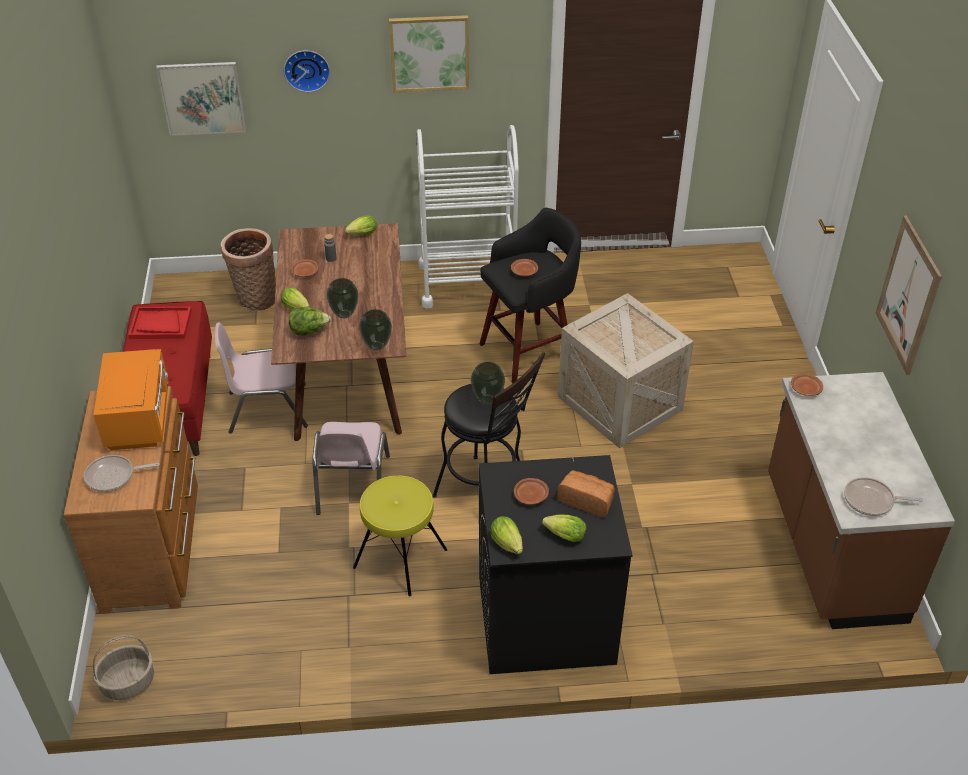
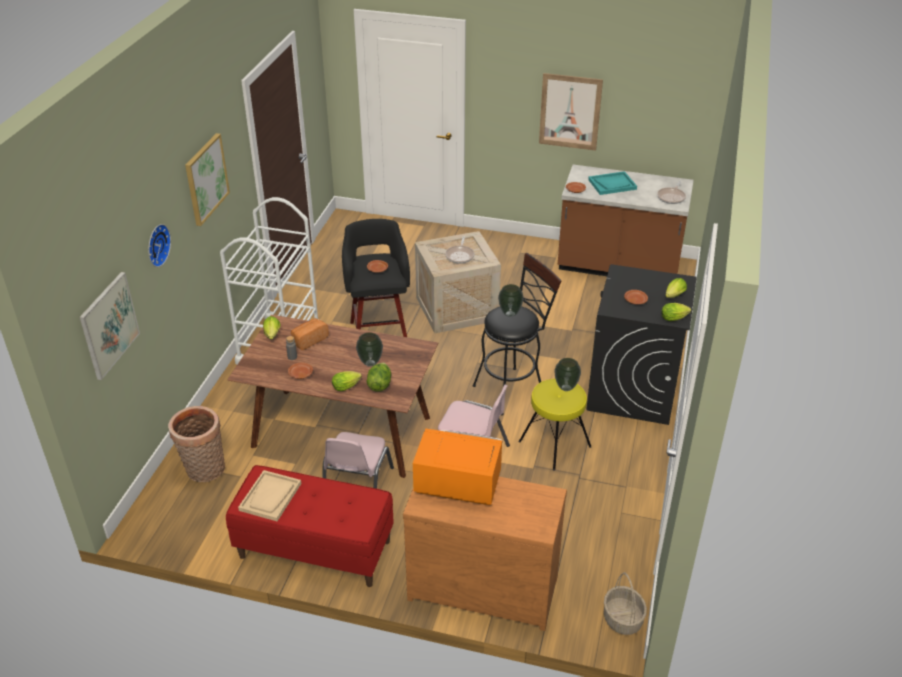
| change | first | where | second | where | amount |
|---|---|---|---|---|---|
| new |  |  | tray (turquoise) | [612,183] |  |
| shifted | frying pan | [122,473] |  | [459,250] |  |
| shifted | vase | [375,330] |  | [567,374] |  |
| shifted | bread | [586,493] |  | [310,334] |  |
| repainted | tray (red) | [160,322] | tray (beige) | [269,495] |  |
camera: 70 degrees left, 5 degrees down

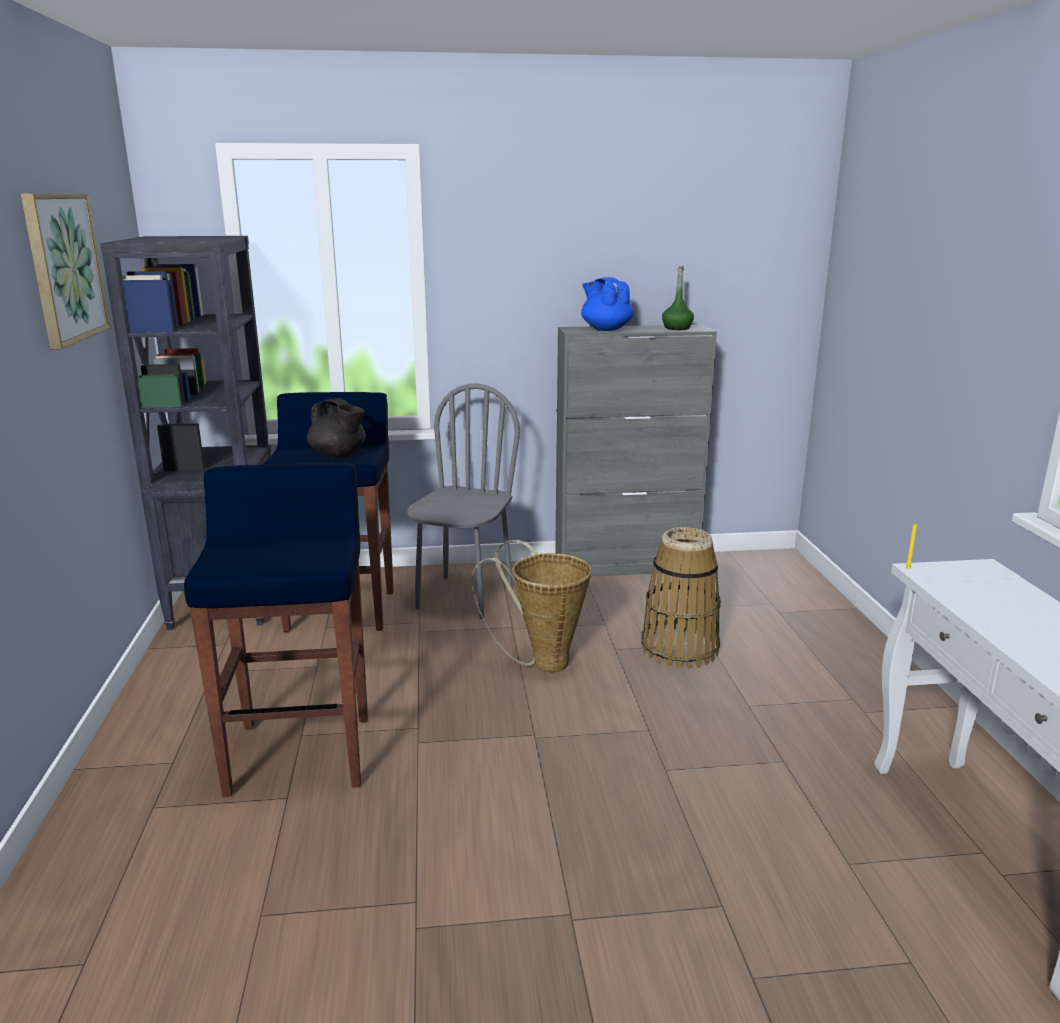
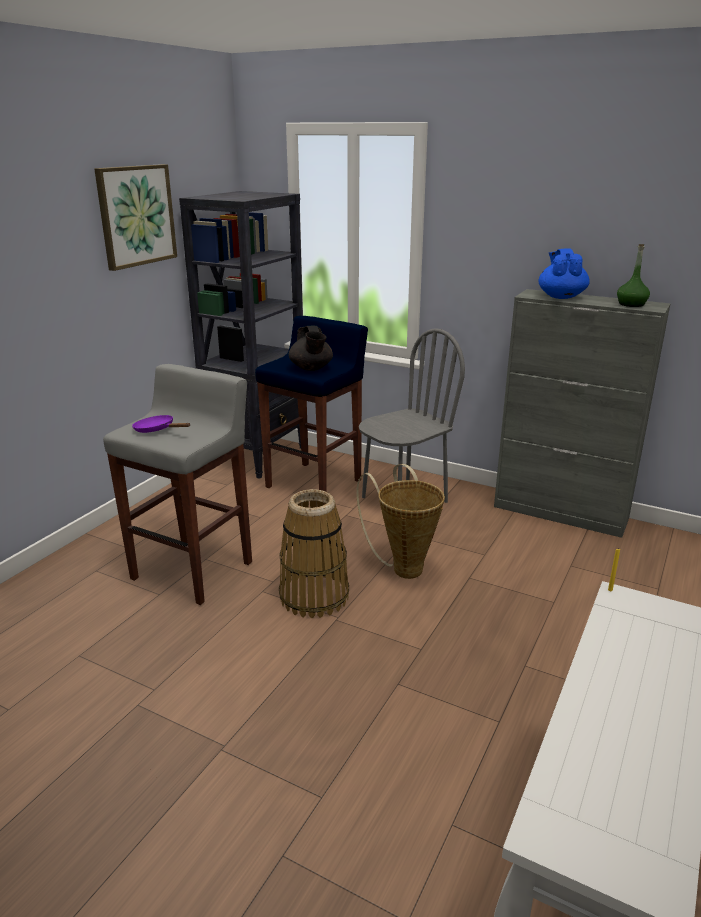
| change | first | where | second | where | amount |
|---|---|---|---|---|---|
| new |  |  | frying pan (purple) | [161,424] |  |
| shifted | basket | [681,598] |  | [314,553] |  |
| repainted | stool (blue) | [276,629] | stool (grey) | [177,484] |  |
camera: 35 degrees right, 5 degrees up

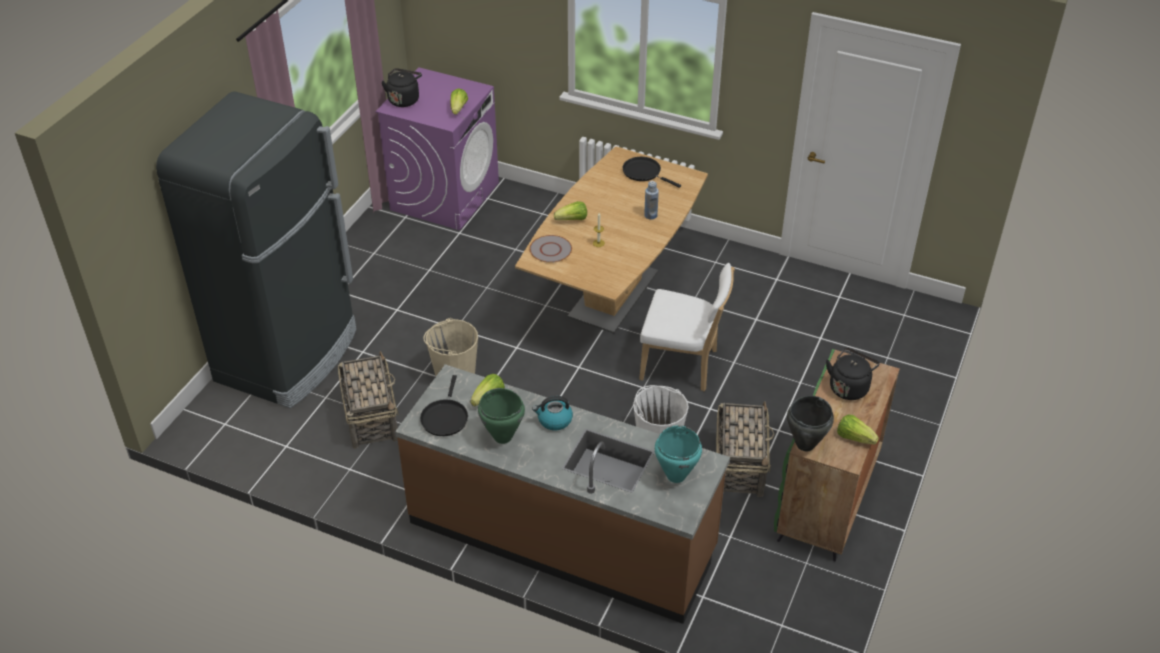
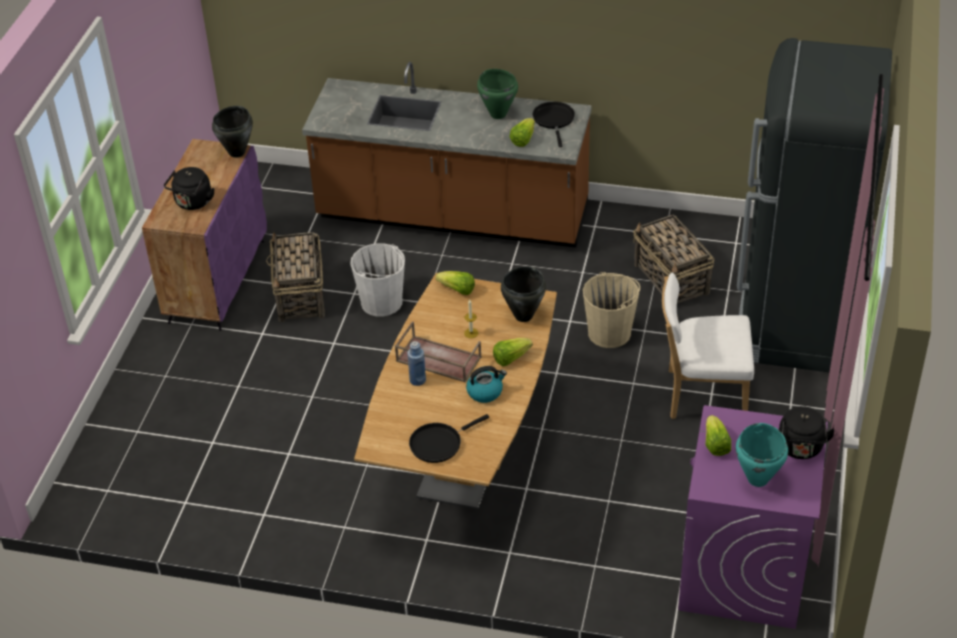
| change | first | where | second | where | amount |
|---|---|---|---|---|---|
| new |  |  | tray (brown) | [438,351] |  |
| shifted | kettle | [552,413] |  | [486,384] |  |
| shifted | chair (white) | [687,327] |  | [708,345] |  |
| shifted | cooking pot (turquoise) | [678,454] |  | [762,455] |  |
| shifted | lettuce | [858,429] |  | [455,283] |  |
| swapped | plate (grey) | [550,249] | cooking pot (black) | [523,294] |  |
| repainted | cabinet (green) | [837,455] | cabinet (purple) | [204,235] |  |
| rotated | frying pan (black) | [652,172] |  | [449,438] | 120 degrees clockwise |
camera: 170 degrees right, 0 degrees up

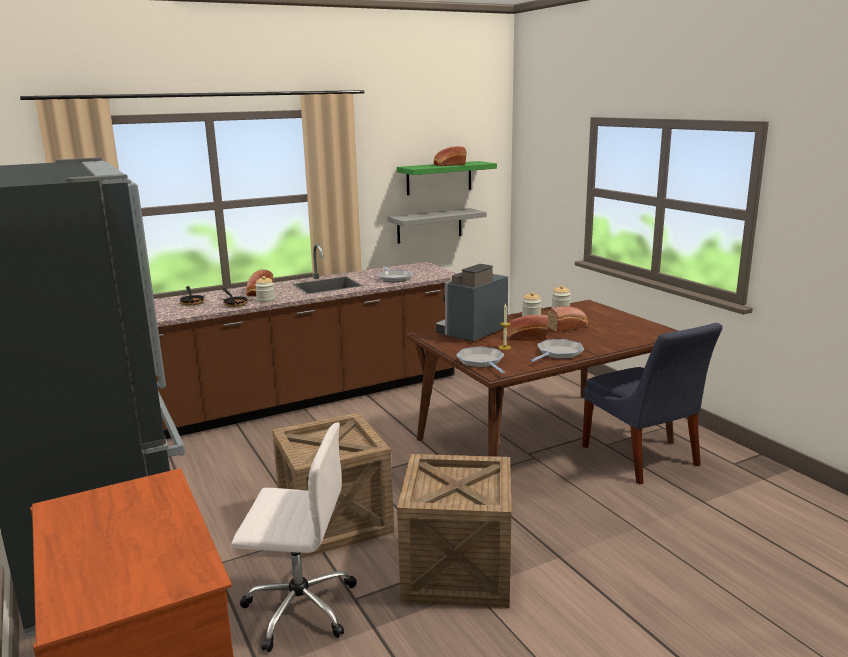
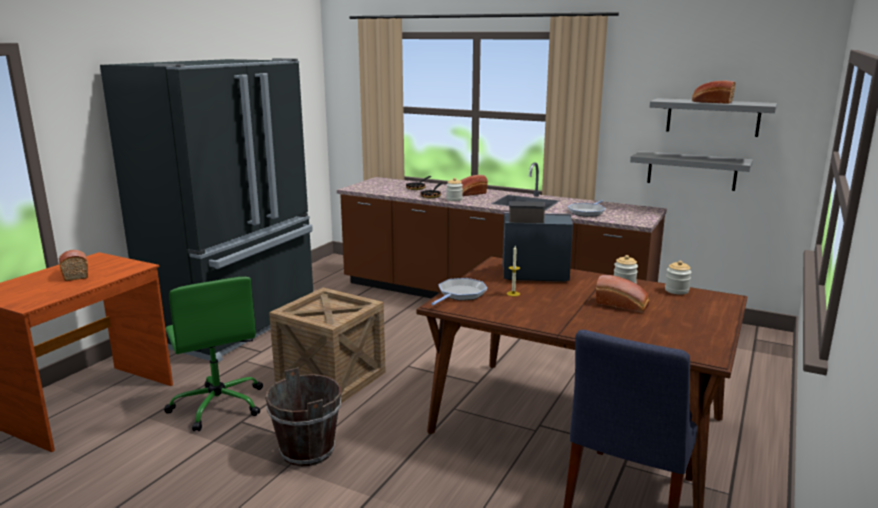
| change | first | where | second | where | amount |
|---|---|---|---|---|---|
| gone | frying pan | [557,350] |  |  |  |
| shifted | bread | [527,327] |  | [73,265] |  |
| swapped | crate | [454,531] | bucket (brown) | [303,417] |  |
| repainted | office chair (white) | [294,537] | office chair (green) | [213,354] |  |
| repainted | shelf (green) | [447,178] | shelf (grey) | [713,117] |  |
camera: 55 degrees right, 0 degrees up

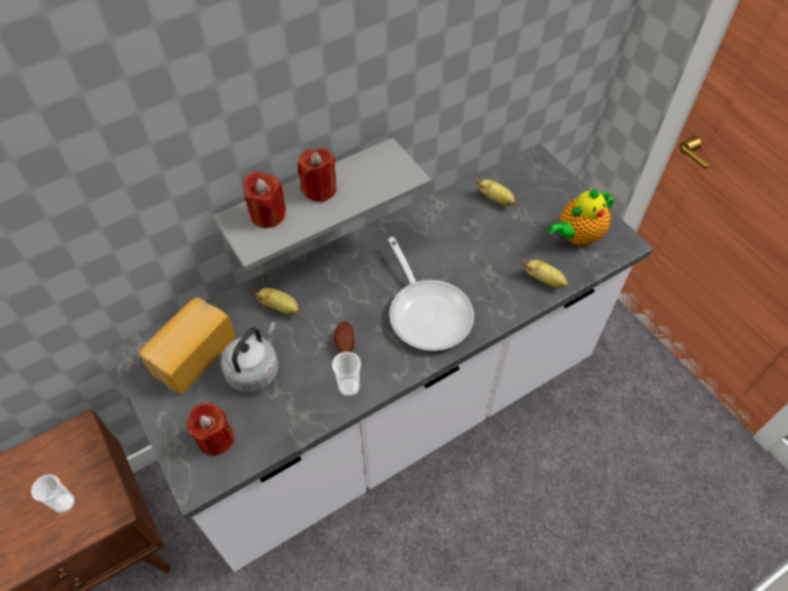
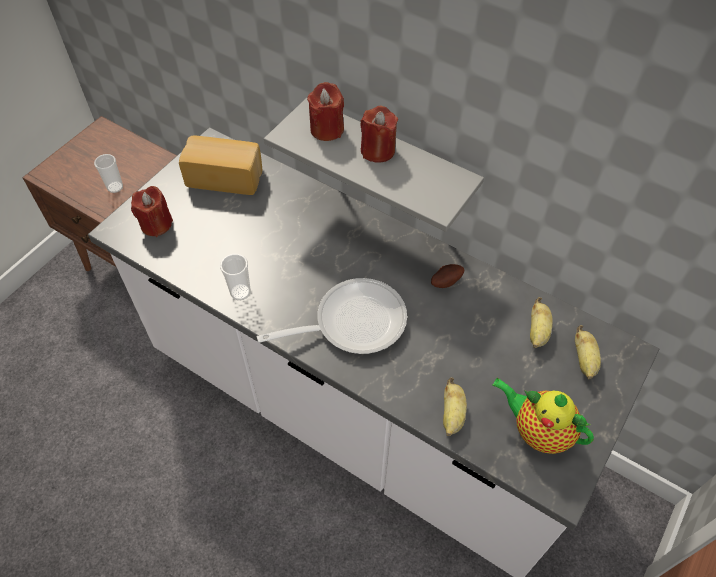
| change | first | where | second | where | amount |
|---|---|---|---|---|---|
| gone | kettle (grey) | [250,357] |  |  |  |
| shifted | banana | [276,301] |  | [588,352] |  |
| shifted | potato | [344,337] |  | [447,276] |  |
| rotated | frying pan | [431,294] |  | [332,316] | 150 degrees counterclockwise |
camera: 65 degrees right, 0 degrees up

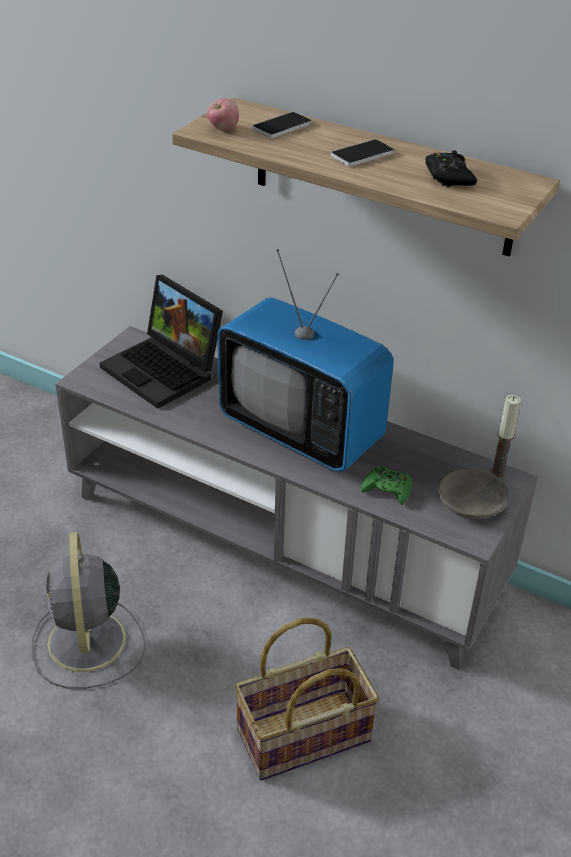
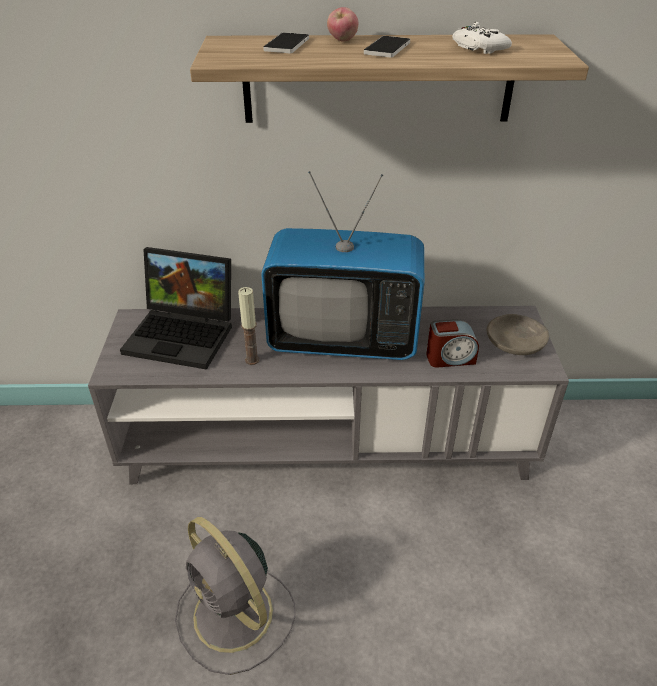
| change | first | where | second | where | amount |
|---|---|---|---|---|---|
| gone | basket | [306,699] |  |  |  |
| shifted | apple | [223,114] |  | [342,24] |  |
| shifted | candle | [505,436] |  | [249,326] |  |
| swapped | game controller (green) | [386,485] | alarm clock | [452,343] |  |
| repainted | game controller (black) | [451,168] | game controller (white) | [482,38] |  |
camera: 30 degrees left, 0 degrees up

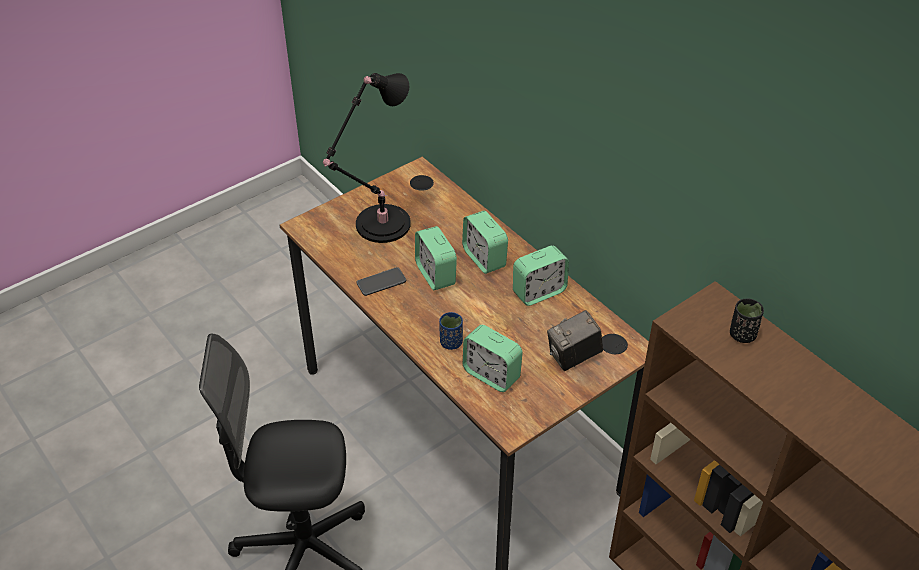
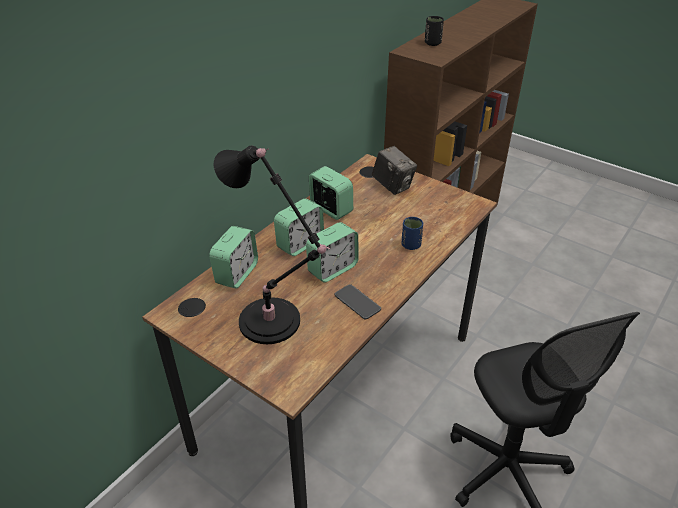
| change | first | where | second | where | amount |
|---|---|---|---|---|---|
| shifted | alarm clock | [493,358] |  | [233,257] |  |
camera: 105 degrees left, 5 degrees down

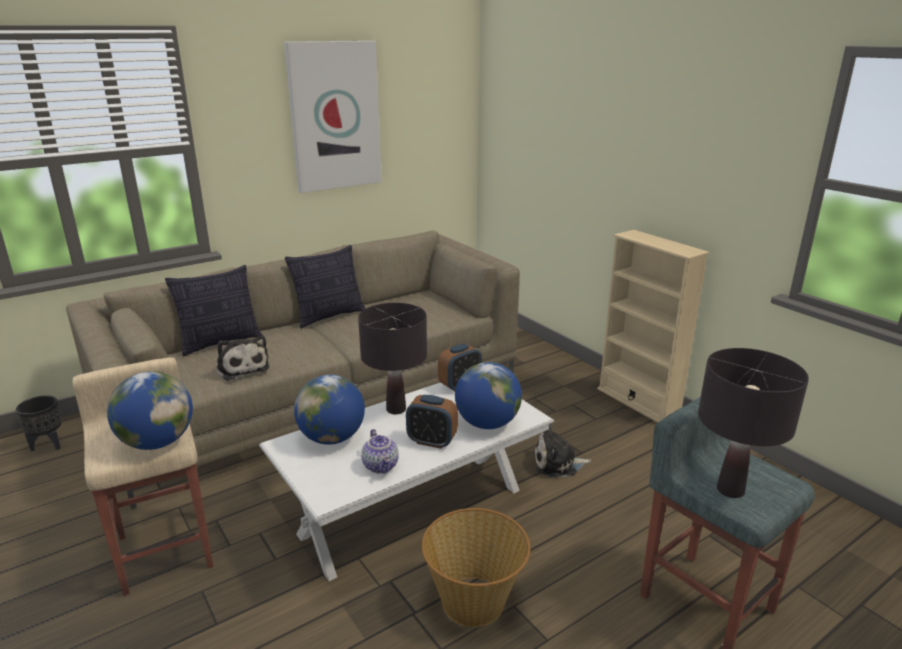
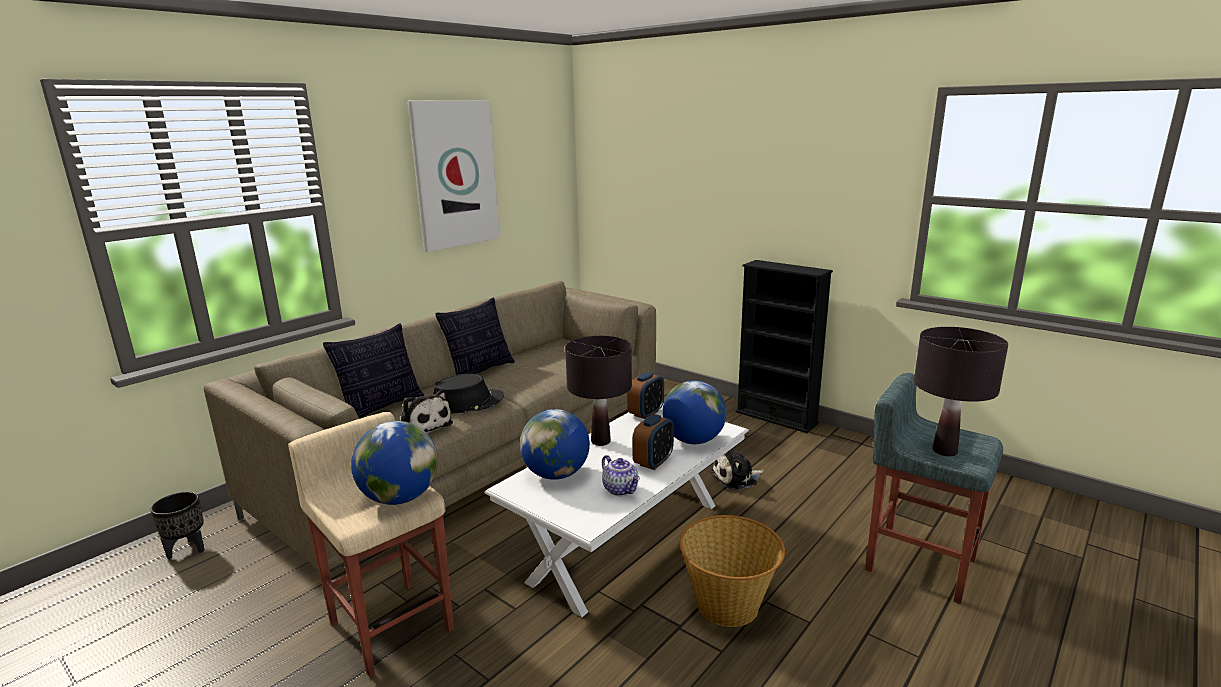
| change | first | where | second | where | amount |
|---|---|---|---|---|---|
| new |  |  | hat (black) | [468,394] |  |
| repainted | bookcase (beige) | [653,326] | bookcase (black) | [784,346] |  |
| rotated | alarm clock | [432,422] |  | [653,442] | 60 degrees counterclockwise |
camera: 15 degrees left, 5 degrees down

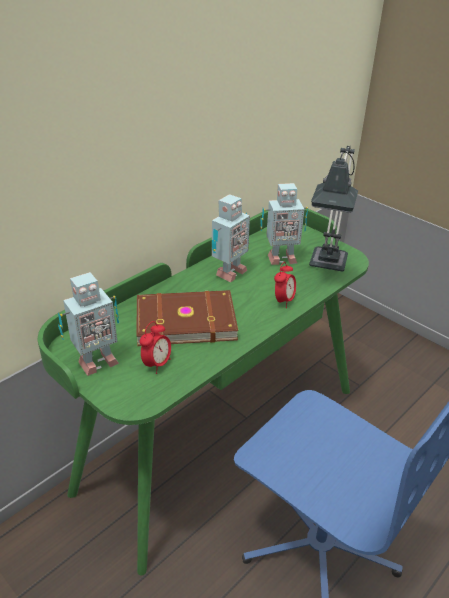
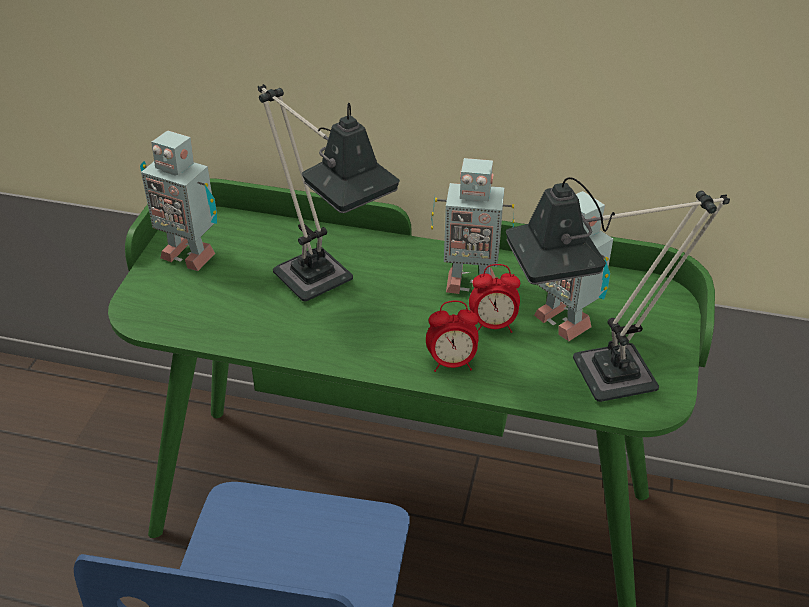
| change | first | where | second | where | amount |
|---|---|---|---|---|---|
| shifted | alarm clock | [155,347] |  | [495,298] |  |
| swapped | book (brown) | [187,318] | table lamp | [329,193] |  |
camera: 60 degrees right, 5 degrees up

